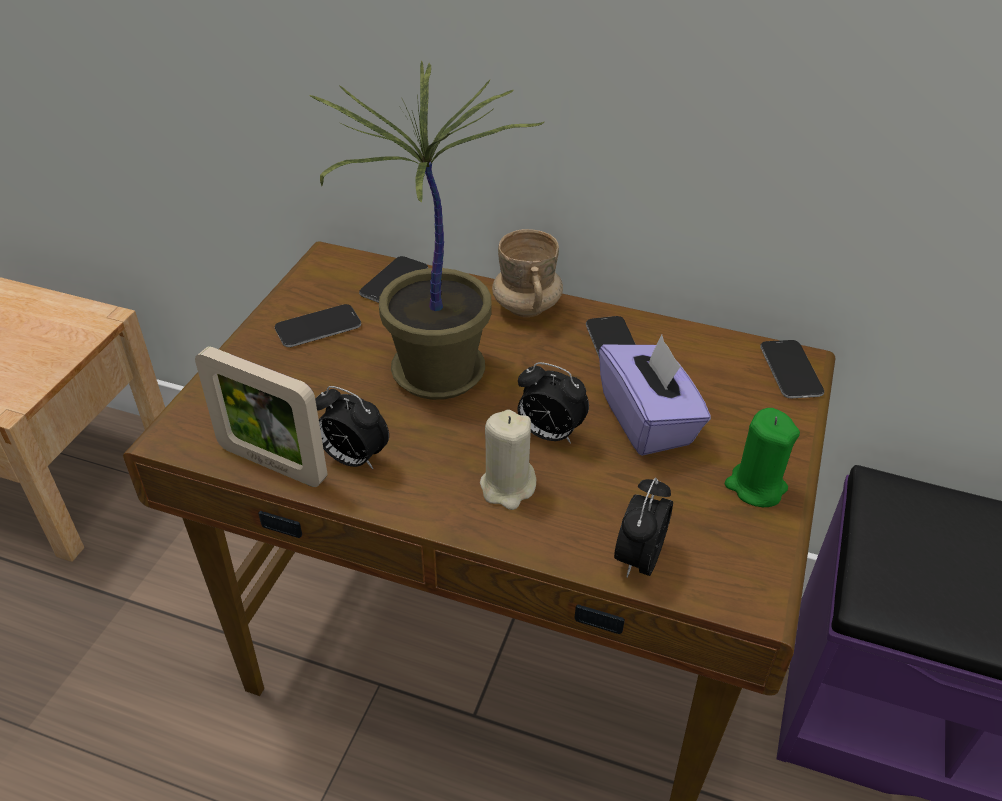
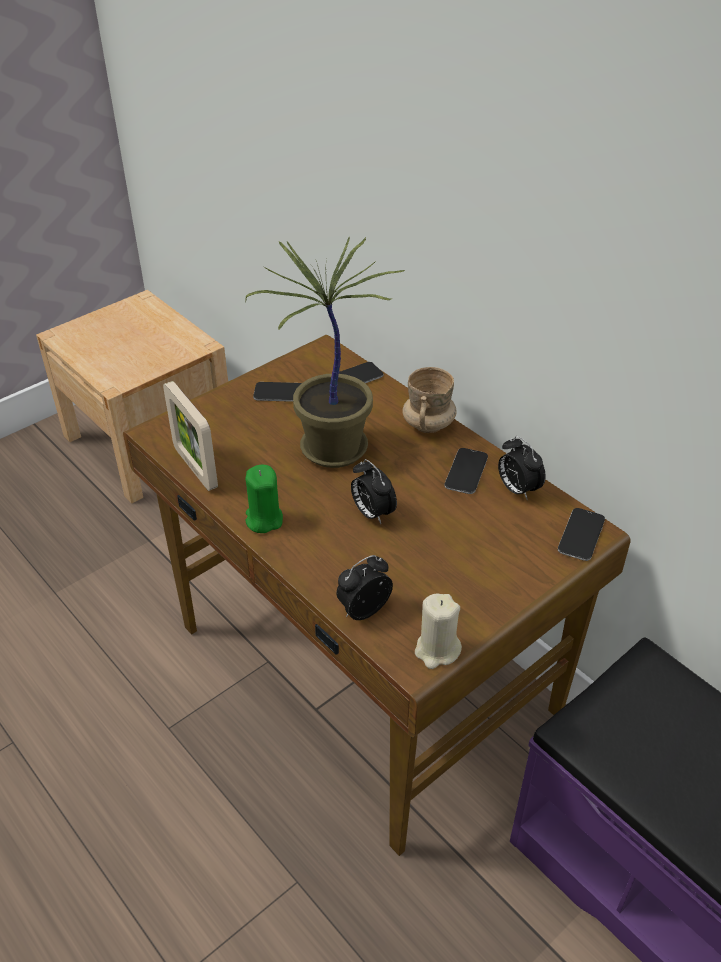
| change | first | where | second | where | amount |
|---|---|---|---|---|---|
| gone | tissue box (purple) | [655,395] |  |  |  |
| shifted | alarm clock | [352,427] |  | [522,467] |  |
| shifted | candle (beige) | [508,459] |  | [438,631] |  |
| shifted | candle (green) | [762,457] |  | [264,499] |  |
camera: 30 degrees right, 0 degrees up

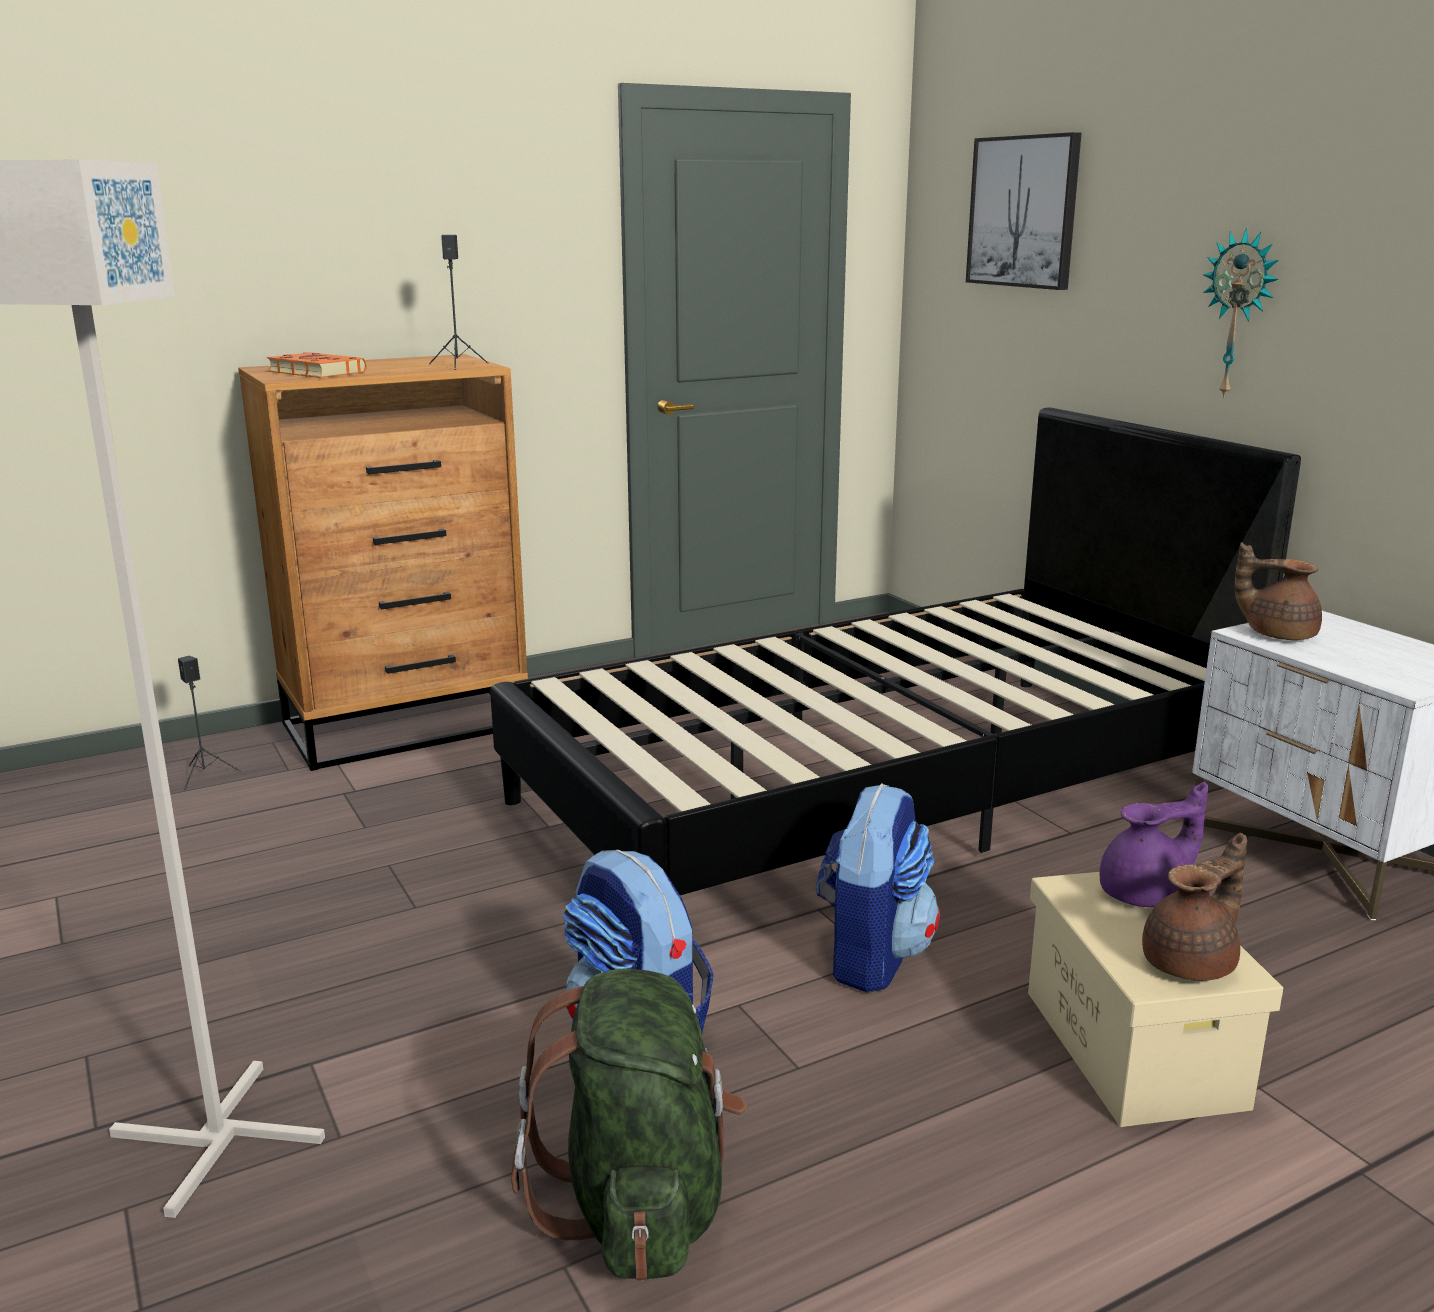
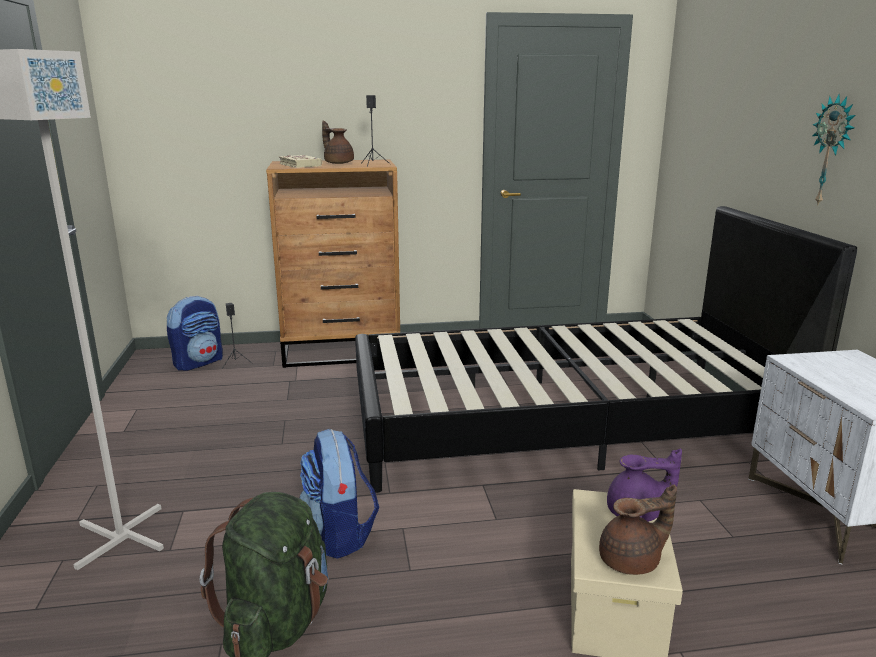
| change | first | where | second | where | amount |
|---|---|---|---|---|---|
| gone | picture | [1024,211] |  |  |  |
| shifted | backpack | [878,887] |  | [194,333] |  |
| shifted | teapot (brown) | [1278,591] |  | [338,142] |  |
| repainted | book (orange) | [317,365] | book (beige) | [300,161] |  |
camera: 20 degrees right, 0 degrees up

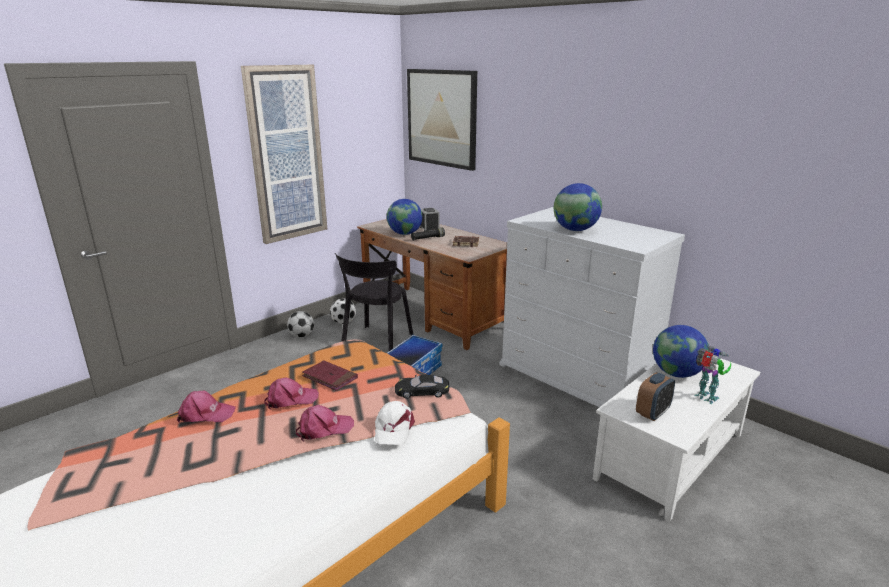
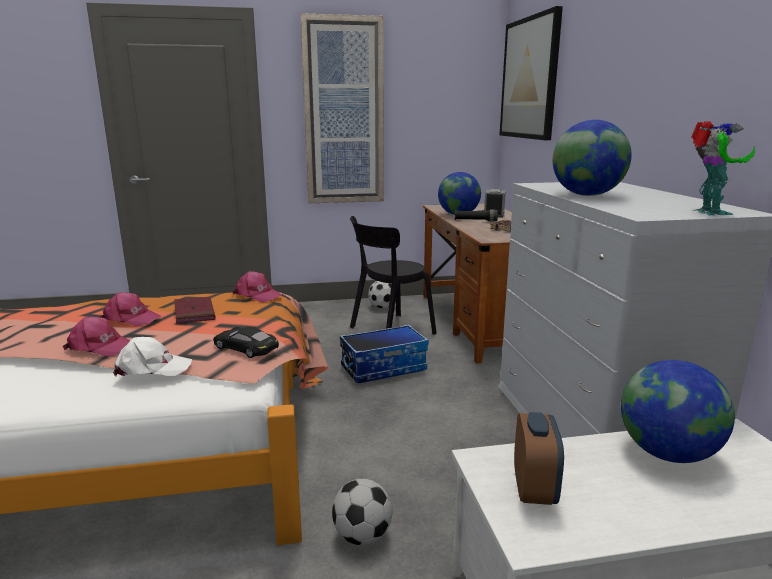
| change | first | where | second | where | amount |
|---|---|---|---|---|---|
| shifted | cap (pink) | [206,406] |  | [257,286] |  |
| shifted | football | [300,324] |  | [362,512] |  |
| shifted | toy robot | [712,375] |  | [723,168] |  |
| rotated | cap (white) | [395,423] |  | [152,357] | 135 degrees counterclockwise |
| rotated | alarm clock | [655,396] |  | [539,458] | 75 degrees counterclockwise |
camera: 35 degrees right, 5 degrees down

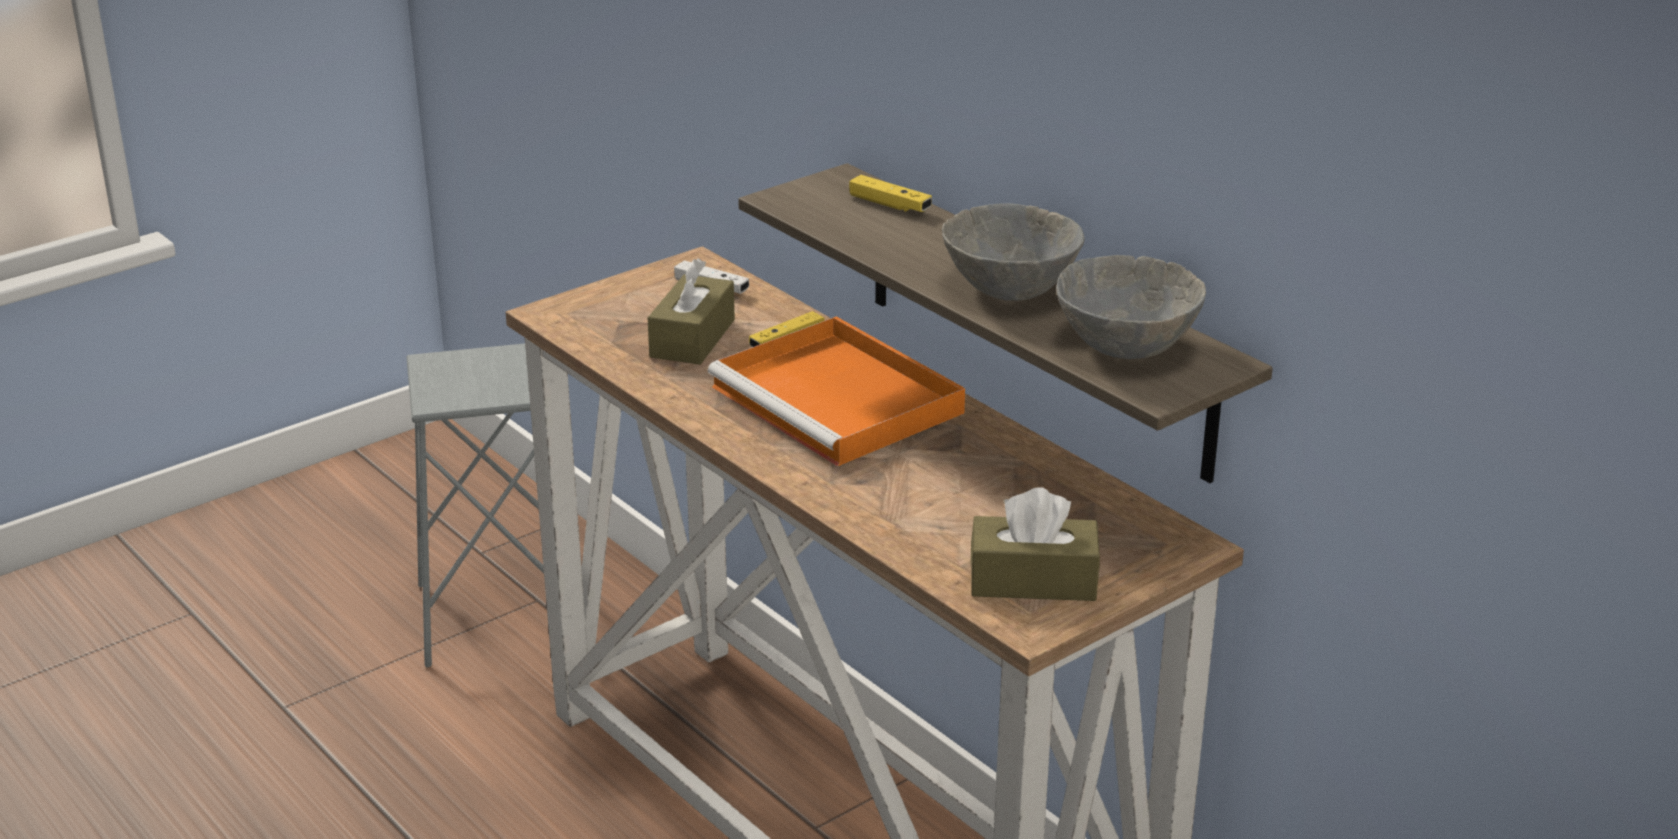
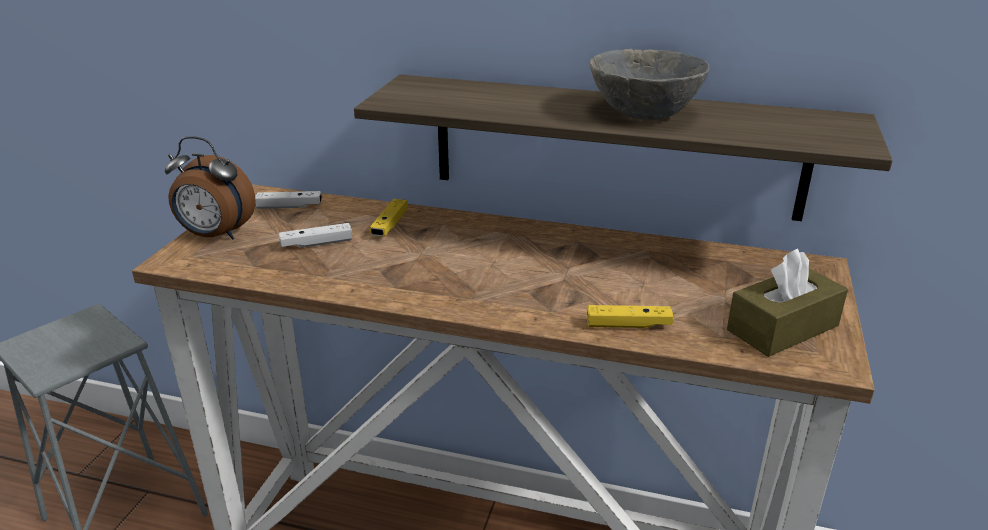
| change | first | where | second | where | amount |
|---|---|---|---|---|---|
| gone | tray (orange) | [836,391] |  |  |  |
| gone | bowl (grey) | [1131,307] |  |  |  |
| new |  |  | alarm clock | [210,187] |  |
| shifted | game controller (yellow) | [890,193] |  | [630,316] |  |
| swapped | tissue box (brown) | [691,311] | game controller (white) | [315,235] |  |
camera: 35 degrees left, 0 degrees up

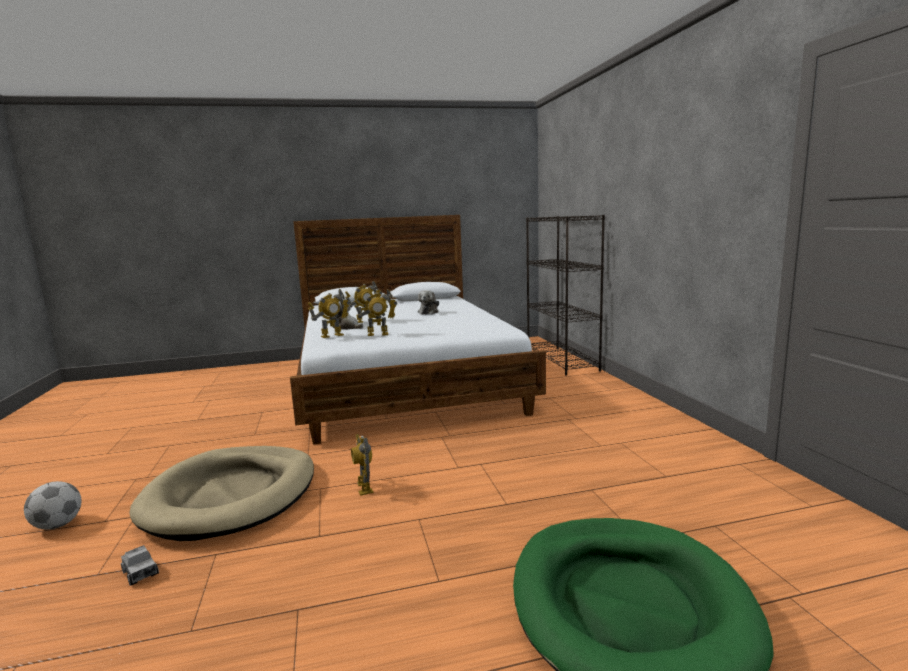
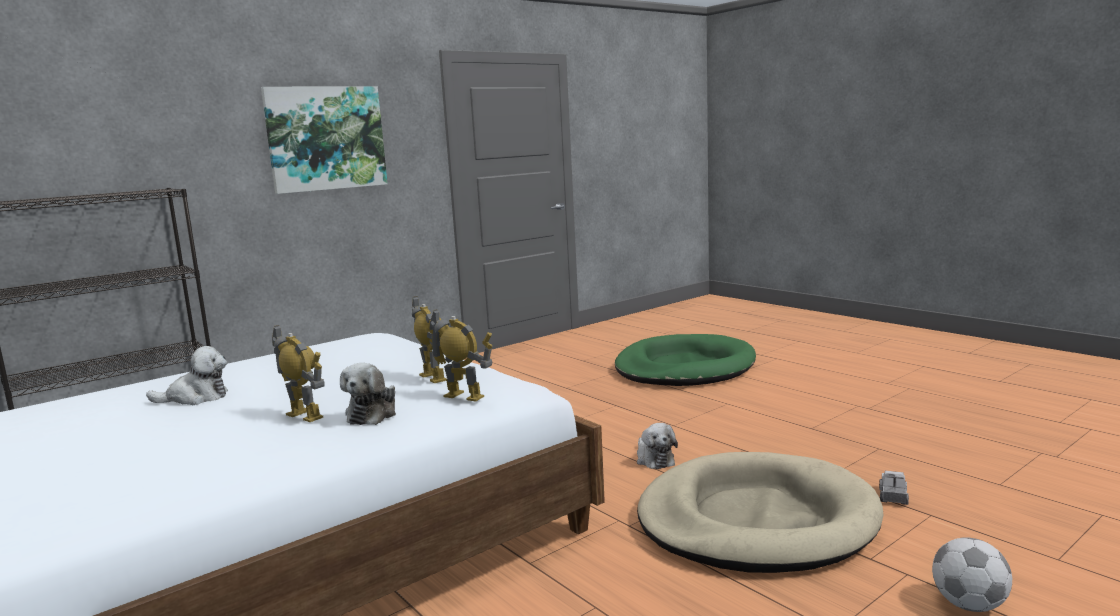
| change | first | where | second | where | amount |
|---|---|---|---|---|---|
| new |  |  | picture | [324,140] |  |
| swapped | toy robot | [362,465] | plush toy | [657,446] |  |
camera: 115 degrees left, 0 degrees up

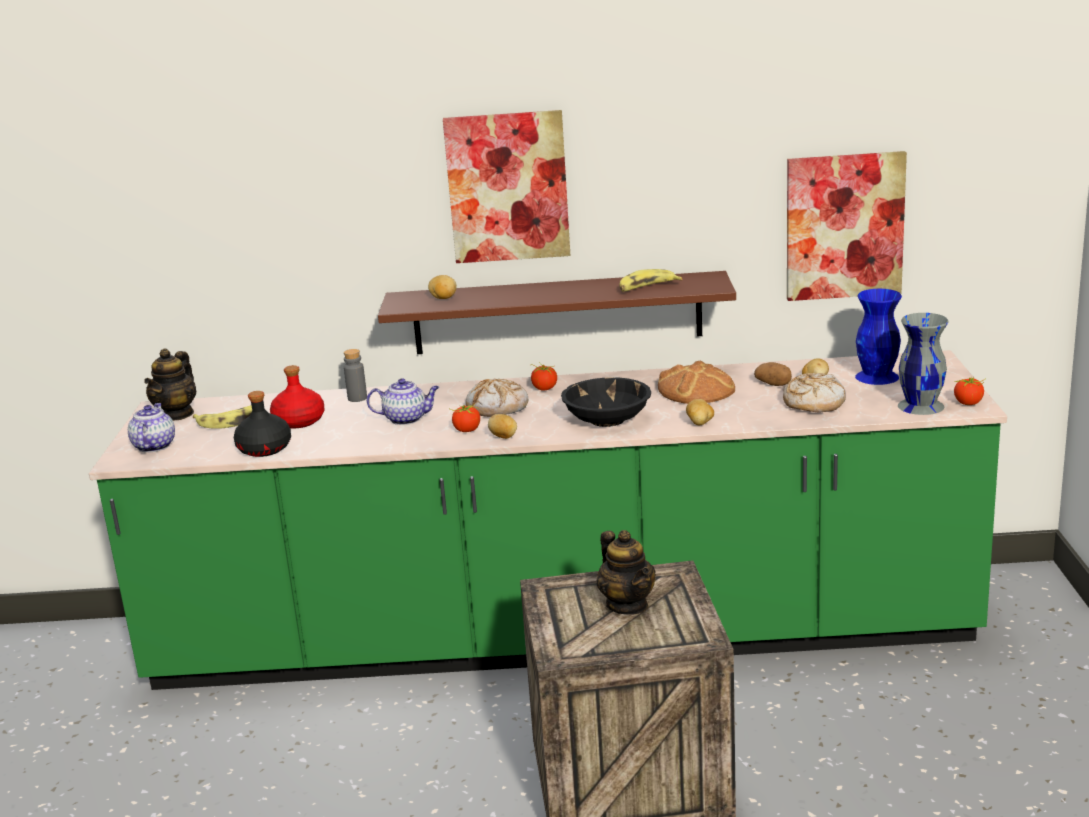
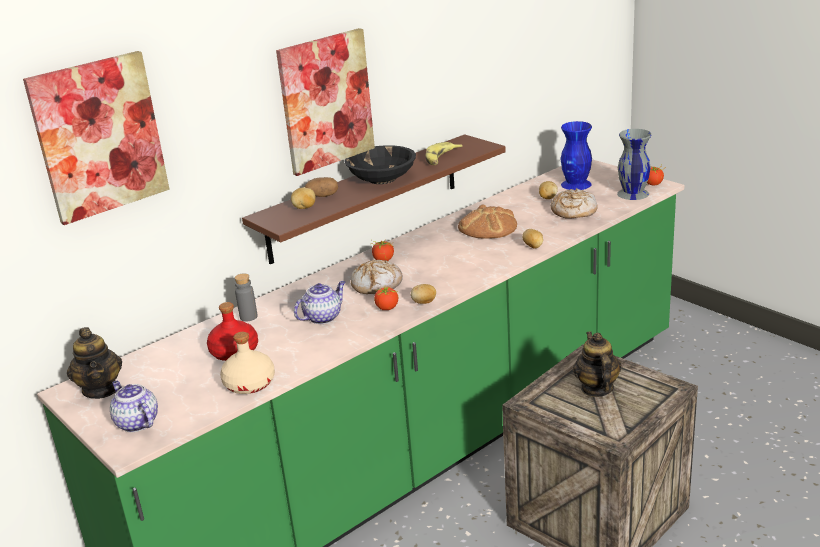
| change | first | where | second | where | amount |
|---|---|---|---|---|---|
| gone | banana | [222,417] |  |  |  |
| shifted | bowl (black) | [606,402] |  | [380,164] |  |
| shifted | potato | [773,374] |  | [321,187] |  |
| shifted | picture | [847,226] |  | [96,138] |  |
| repainted | bottle (black) | [262,424] | bottle (beige) | [247,363] |  |
| rotated | teapot | [626,572] |  | [597,364] | 120 degrees counterclockwise |
camera: 40 degrees left, 5 degrees up

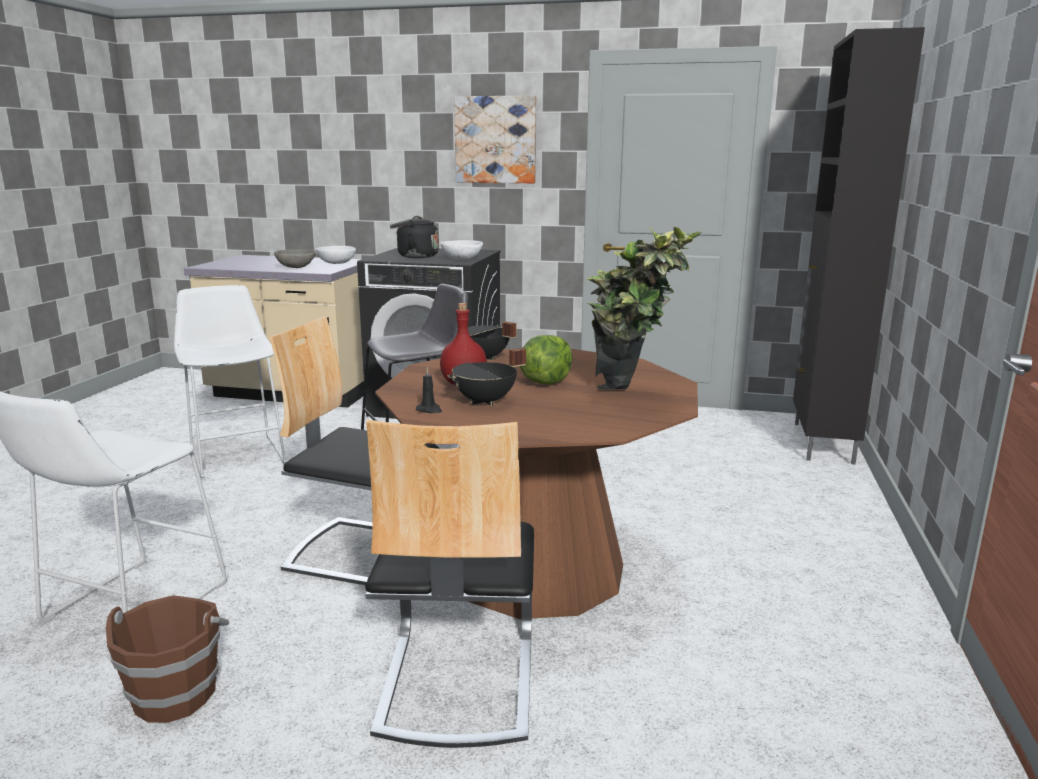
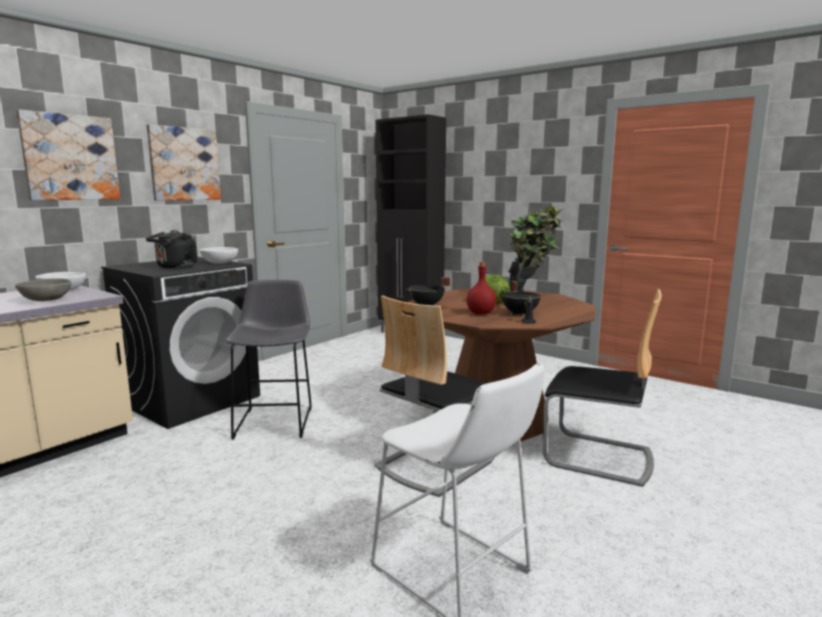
| change | first | where | second | where | amount |
|---|---|---|---|---|---|
| gone | bucket (brown) | [167,659] |  |  |  |
| gone | stool (white) | [230,382] |  |  |  |
| new |  |  | picture | [68,155] |  |
camera: 65 degrees left, 5 degrees down

